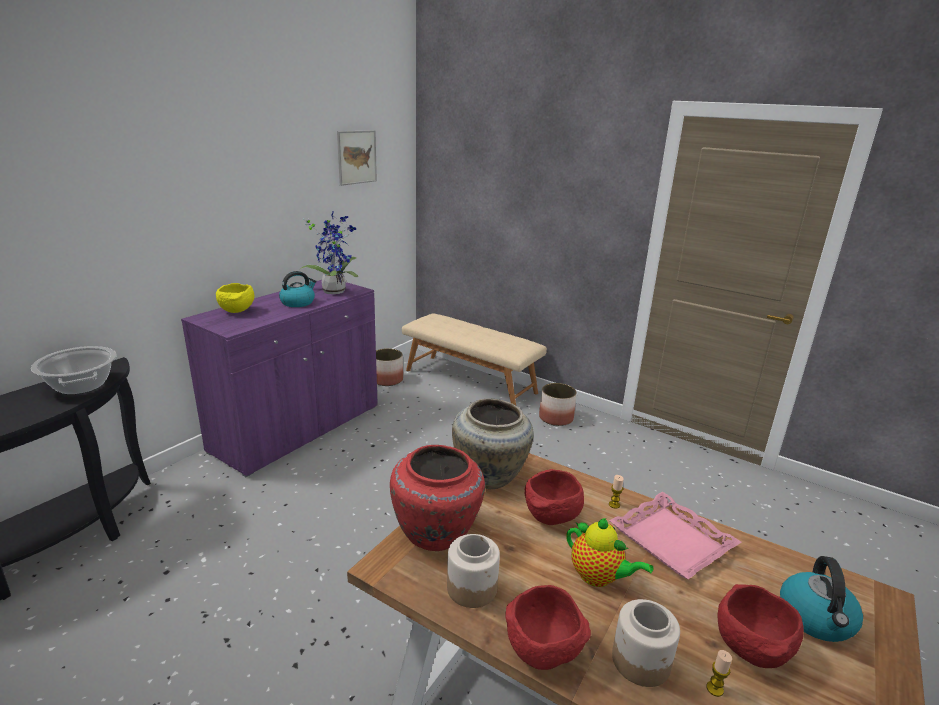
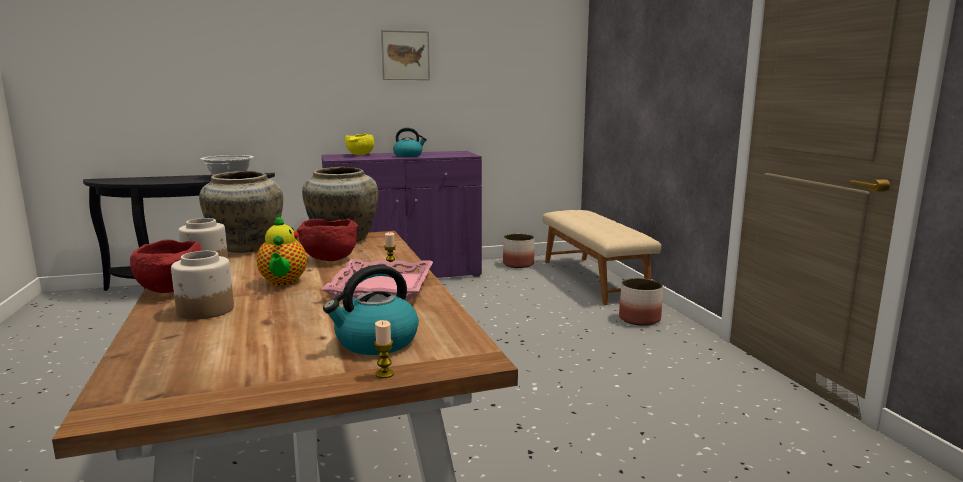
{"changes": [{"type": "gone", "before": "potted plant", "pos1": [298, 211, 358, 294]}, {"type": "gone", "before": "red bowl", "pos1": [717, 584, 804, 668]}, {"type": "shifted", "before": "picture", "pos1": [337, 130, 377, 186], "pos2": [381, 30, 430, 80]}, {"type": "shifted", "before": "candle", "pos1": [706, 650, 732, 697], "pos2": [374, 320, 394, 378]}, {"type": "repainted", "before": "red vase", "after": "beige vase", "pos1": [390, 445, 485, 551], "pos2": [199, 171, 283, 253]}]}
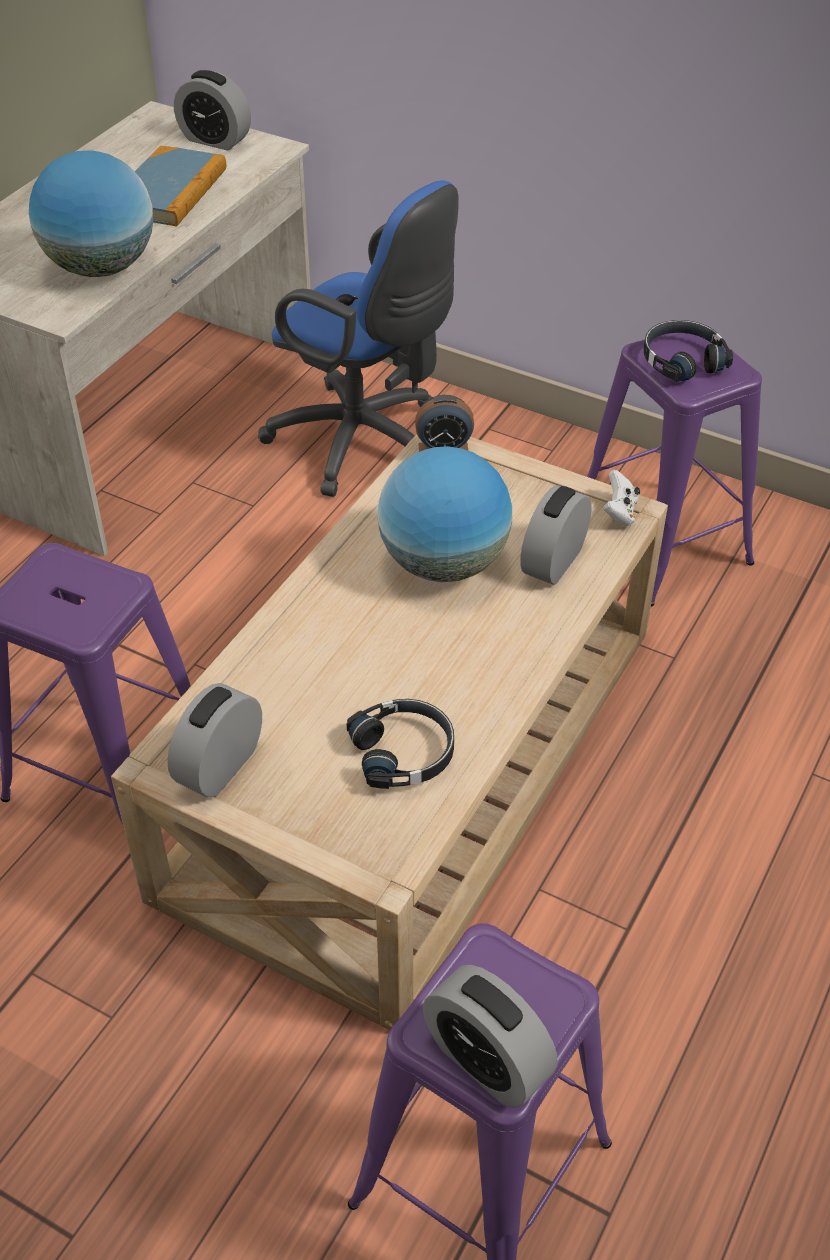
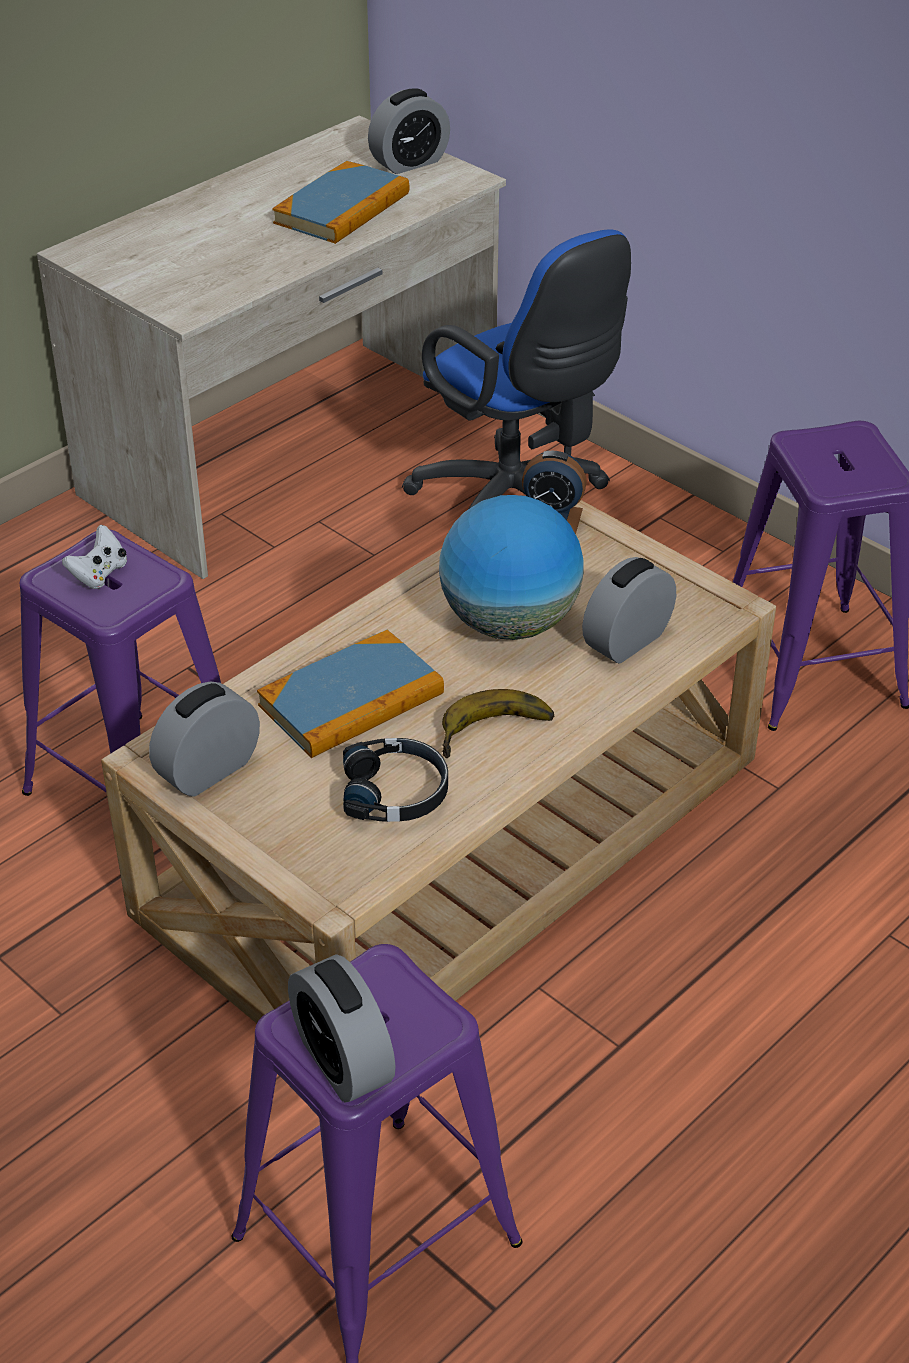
{"changes": [{"type": "gone", "before": "globe", "pos1": [29, 150, 153, 277]}, {"type": "gone", "before": "black headphones", "pos1": [643, 320, 733, 382]}, {"type": "new", "after": "book", "pos2": [257, 630, 444, 758]}, {"type": "new", "after": "banana", "pos2": [441, 689, 554, 758]}, {"type": "shifted", "before": "white game controller", "pos1": [603, 470, 640, 526], "pos2": [62, 525, 127, 589]}, {"type": "rotated", "before": "alarm clock", "pos1": [174, 70, 251, 151], "pos2": [368, 88, 450, 174], "turn": -75}]}
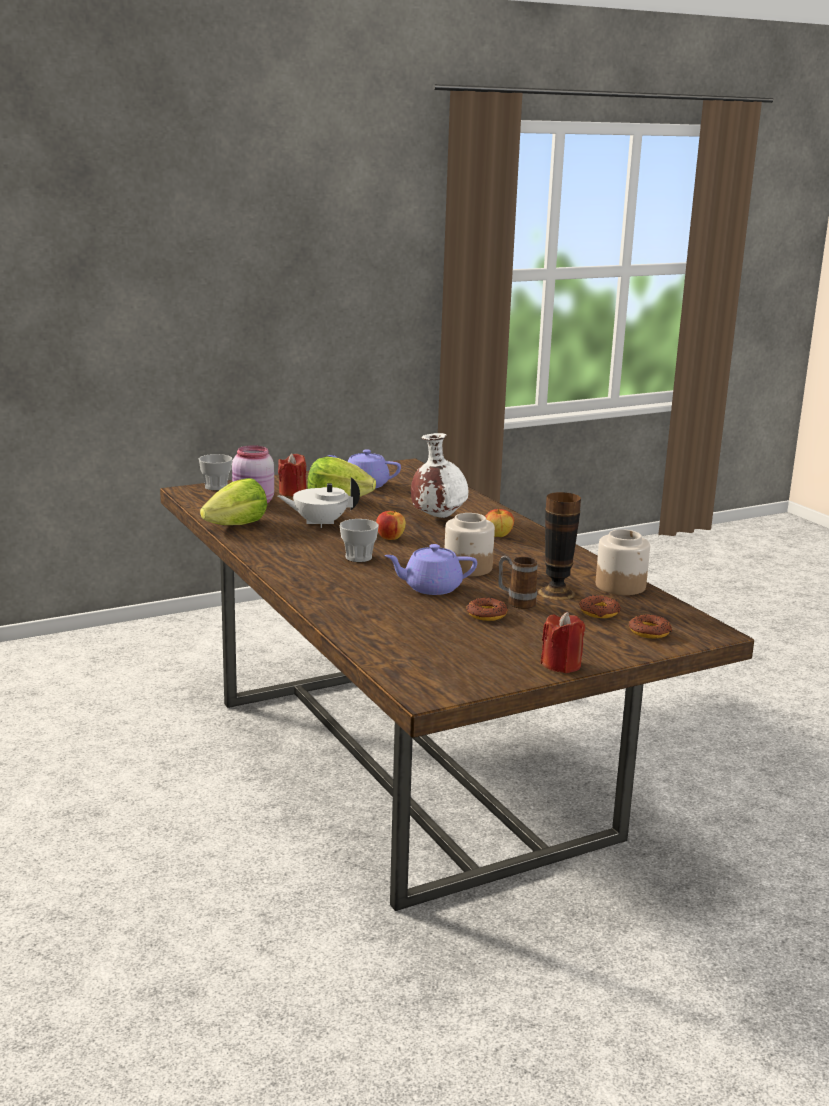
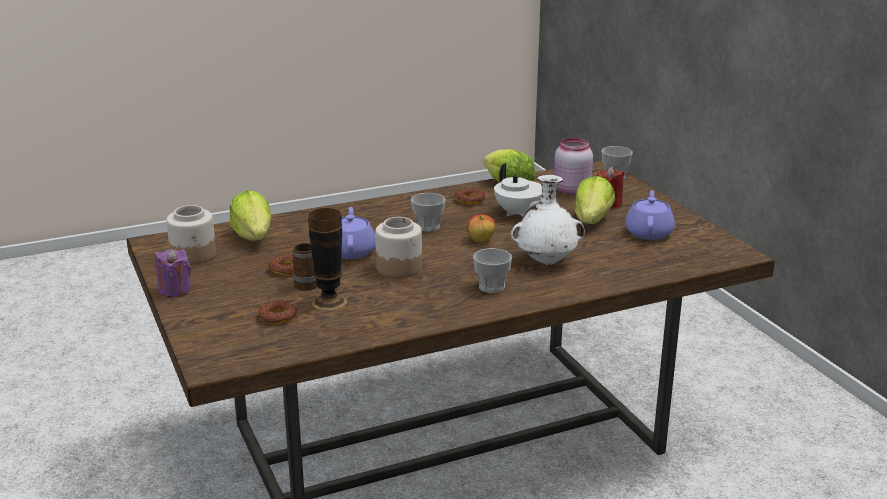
{"changes": [{"type": "new", "after": "lettuce", "pos2": [230, 191, 272, 241]}, {"type": "shifted", "before": "jar", "pos1": [596, 529, 650, 595], "pos2": [166, 205, 216, 265]}, {"type": "shifted", "before": "donut", "pos1": [629, 614, 672, 639], "pos2": [454, 188, 485, 205]}, {"type": "swapped", "before": "apple", "after": "cup", "pos1": [485, 509, 514, 537], "pos2": [473, 248, 512, 293]}, {"type": "repainted", "before": "red candle", "after": "purple candle", "pos1": [540, 612, 585, 673], "pos2": [155, 249, 191, 297]}, {"type": "rotated", "before": "white teapot", "pos1": [278, 477, 360, 528], "pos2": [494, 163, 542, 216], "turn": 150}]}
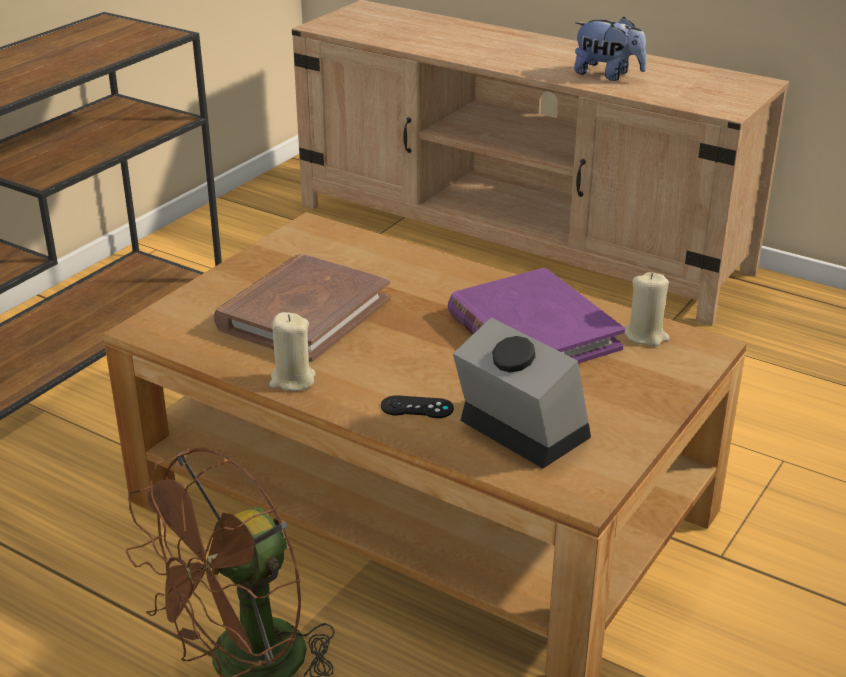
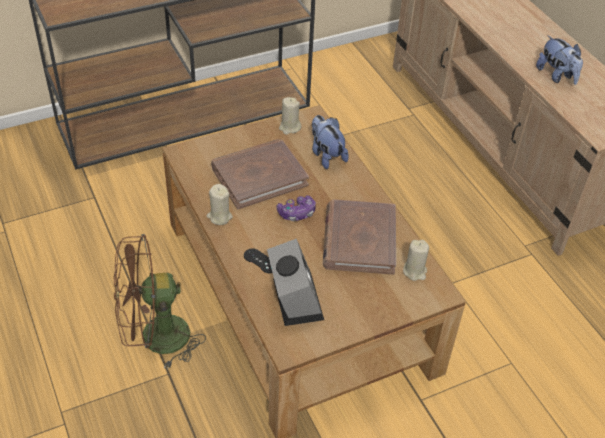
{"changes": [{"type": "new", "after": "game controller", "pos2": [277, 196, 316, 221]}, {"type": "new", "after": "beige candle", "pos2": [279, 97, 301, 135]}, {"type": "new", "after": "plush toy", "pos2": [312, 115, 349, 169]}, {"type": "repainted", "before": "purple book", "after": "brown book", "pos1": [448, 268, 625, 364], "pos2": [323, 199, 396, 275]}]}
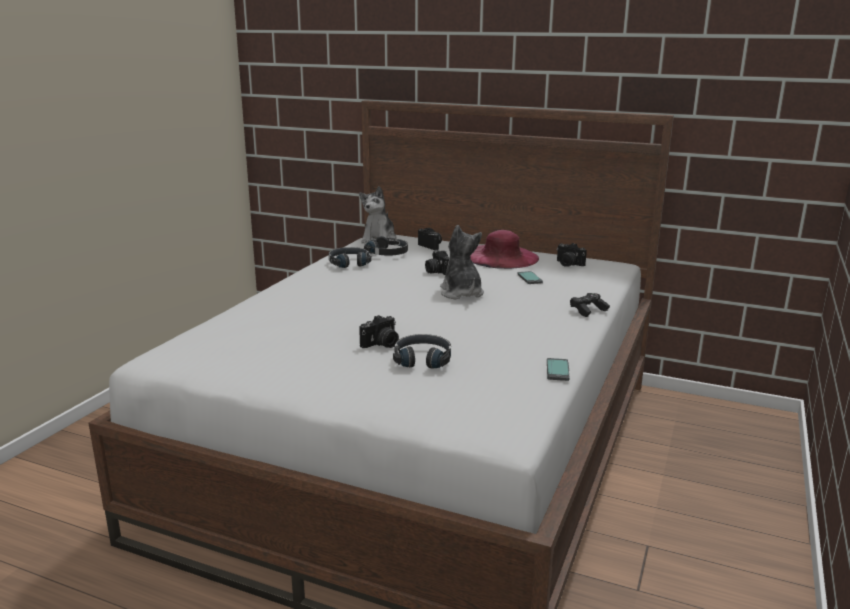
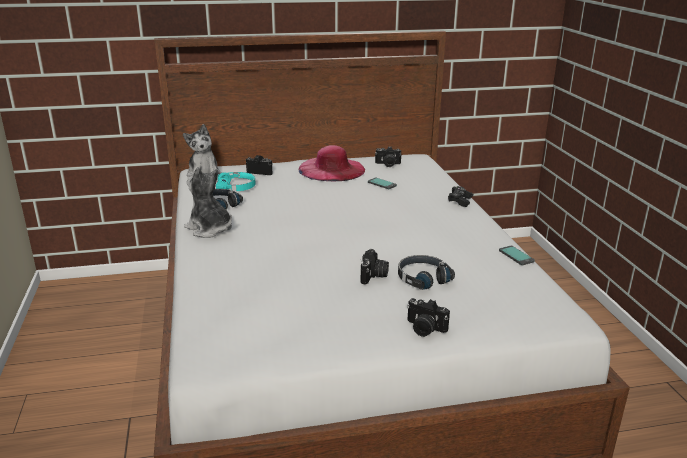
{"changes": [{"type": "shifted", "before": "photo camera", "pos1": [425, 250, 450, 275], "pos2": [407, 298, 450, 337]}, {"type": "shifted", "before": "plush toy", "pos1": [440, 225, 484, 299], "pos2": [184, 167, 232, 238]}, {"type": "repainted", "before": "black headphones", "after": "turquoise headphones", "pos1": [364, 236, 408, 256], "pos2": [216, 172, 256, 191]}]}
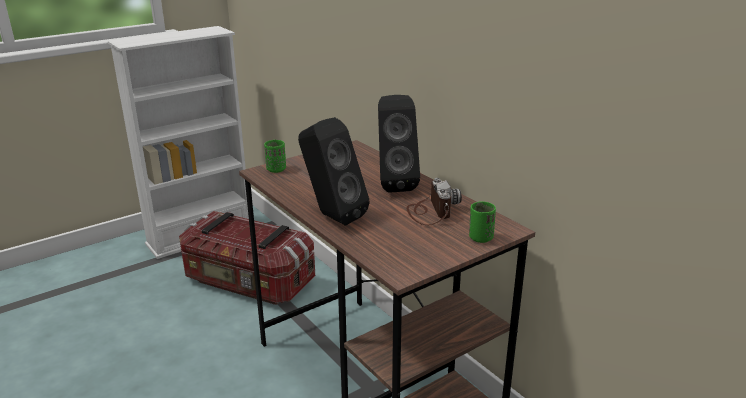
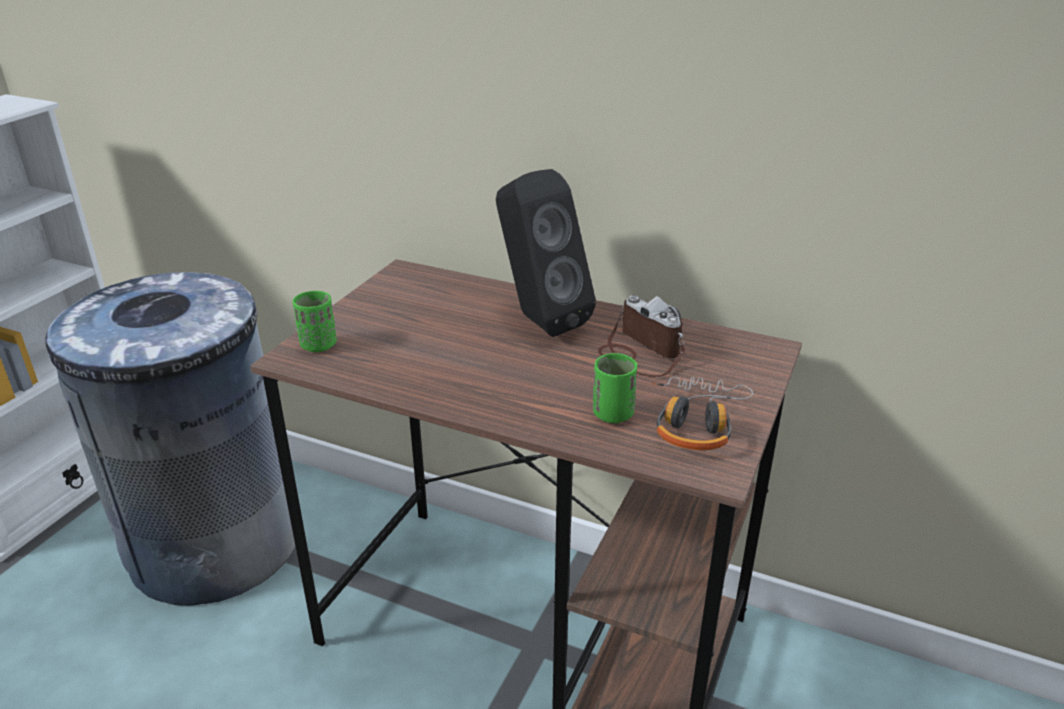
{"changes": [{"type": "gone", "before": "black speaker", "pos1": [298, 117, 370, 226]}, {"type": "new", "after": "headphones", "pos2": [652, 377, 753, 450]}, {"type": "shifted", "before": "green cup", "pos1": [469, 202, 496, 243], "pos2": [593, 353, 637, 423]}, {"type": "swapped", "before": "storage box", "after": "grey trash can", "pos1": [179, 211, 315, 305], "pos2": [45, 272, 295, 606]}]}
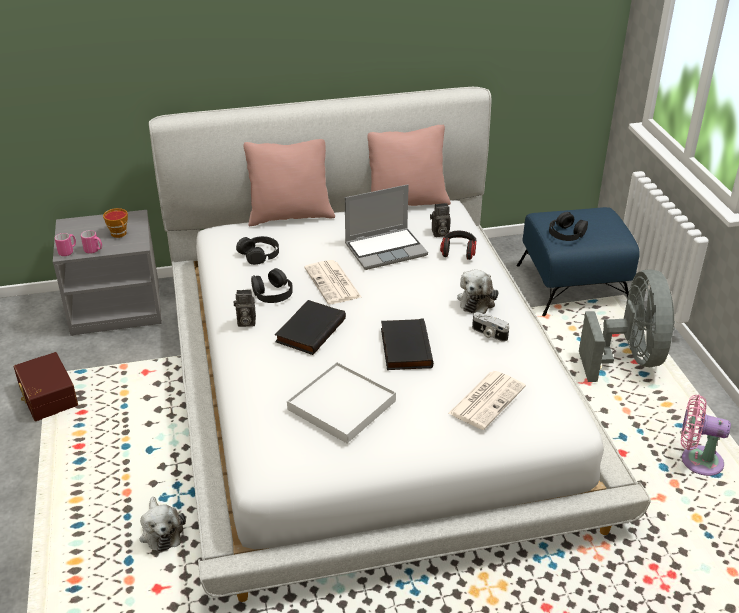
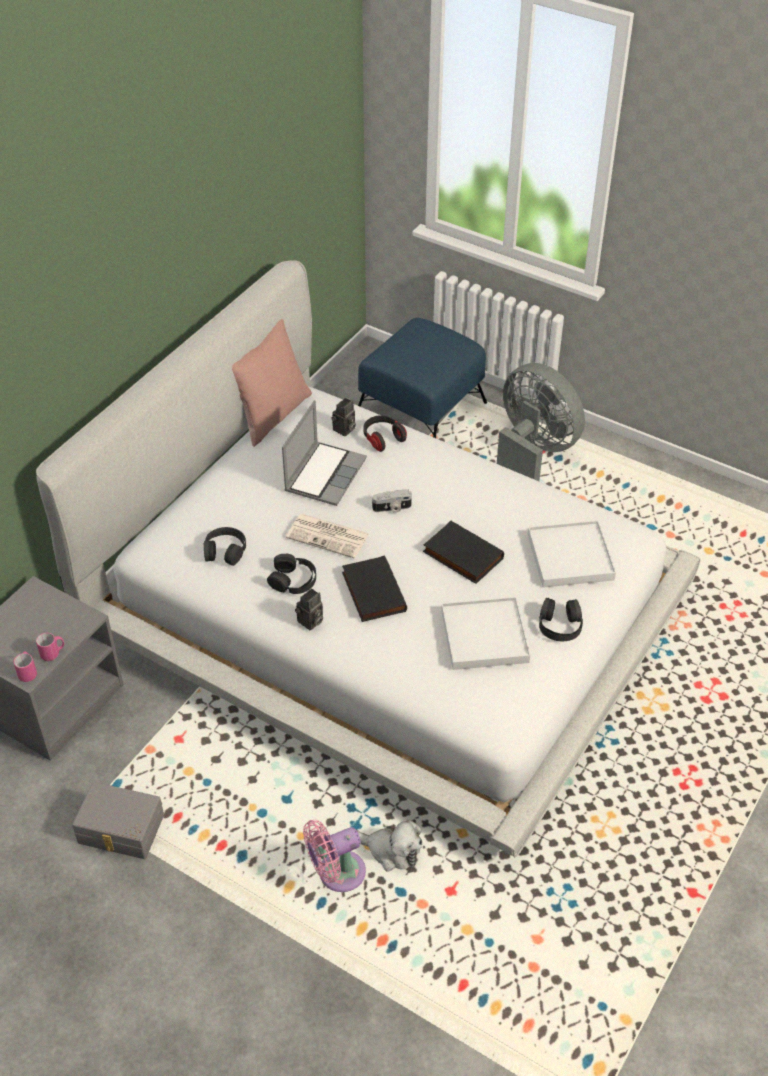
{"changes": [{"type": "gone", "before": "cup", "pos1": [103, 208, 128, 238]}, {"type": "gone", "before": "pink pillow", "pos1": [244, 139, 335, 226]}, {"type": "gone", "before": "plush toy", "pos1": [457, 270, 499, 314]}, {"type": "shifted", "before": "photo camera", "pos1": [472, 312, 509, 342], "pos2": [372, 489, 412, 513]}, {"type": "shifted", "before": "black headphones", "pos1": [549, 212, 588, 241], "pos2": [539, 598, 583, 641]}, {"type": "shifted", "before": "pink fan", "pos1": [681, 395, 731, 476], "pos2": [303, 820, 366, 892]}, {"type": "swapped", "before": "newspaper", "after": "white tray", "pos1": [448, 371, 526, 430], "pos2": [528, 520, 616, 588]}, {"type": "repainted", "before": "brown storage box", "after": "grey storage box", "pos1": [14, 352, 78, 421], "pos2": [72, 782, 164, 859]}]}
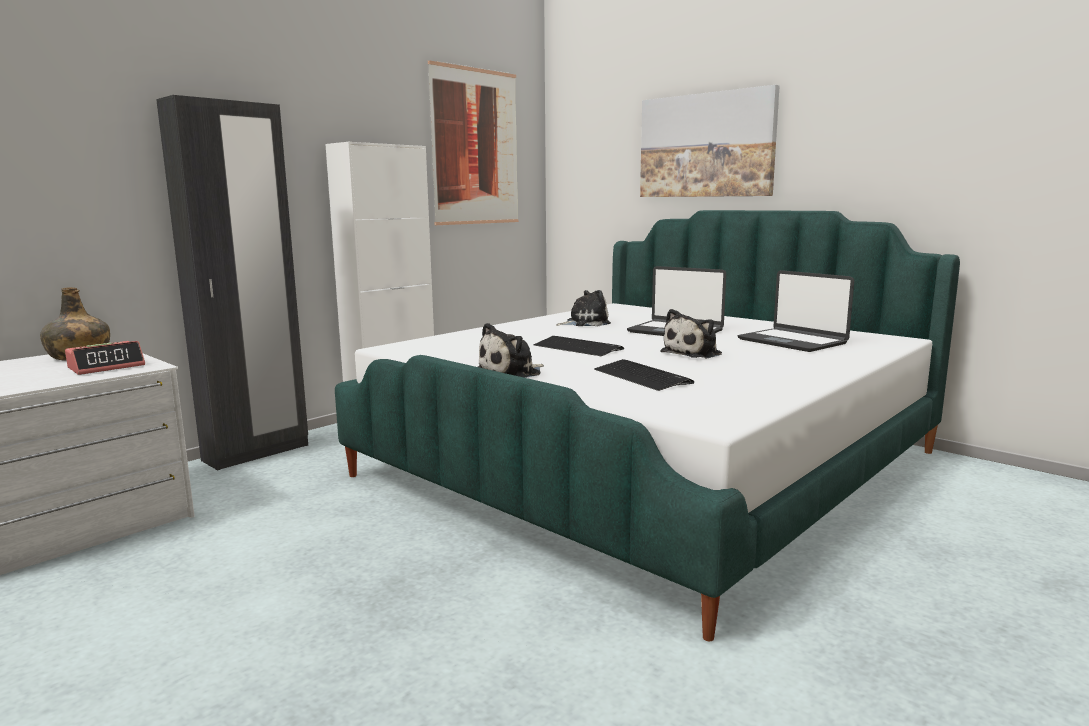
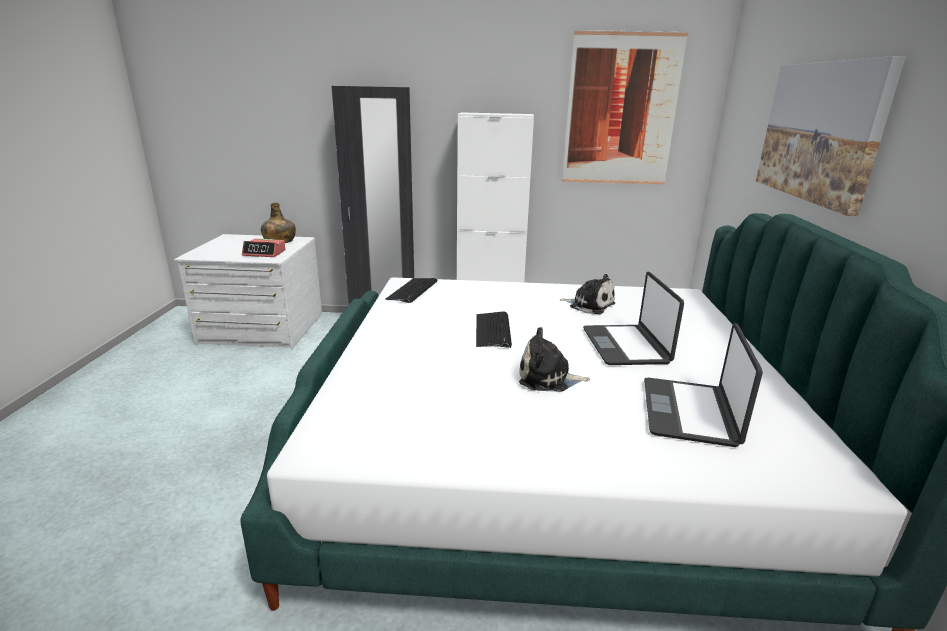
{"changes": [{"type": "gone", "before": "plush toy", "pos1": [478, 323, 544, 378]}, {"type": "shifted", "before": "keyboard", "pos1": [594, 359, 694, 391], "pos2": [385, 278, 438, 303]}]}
